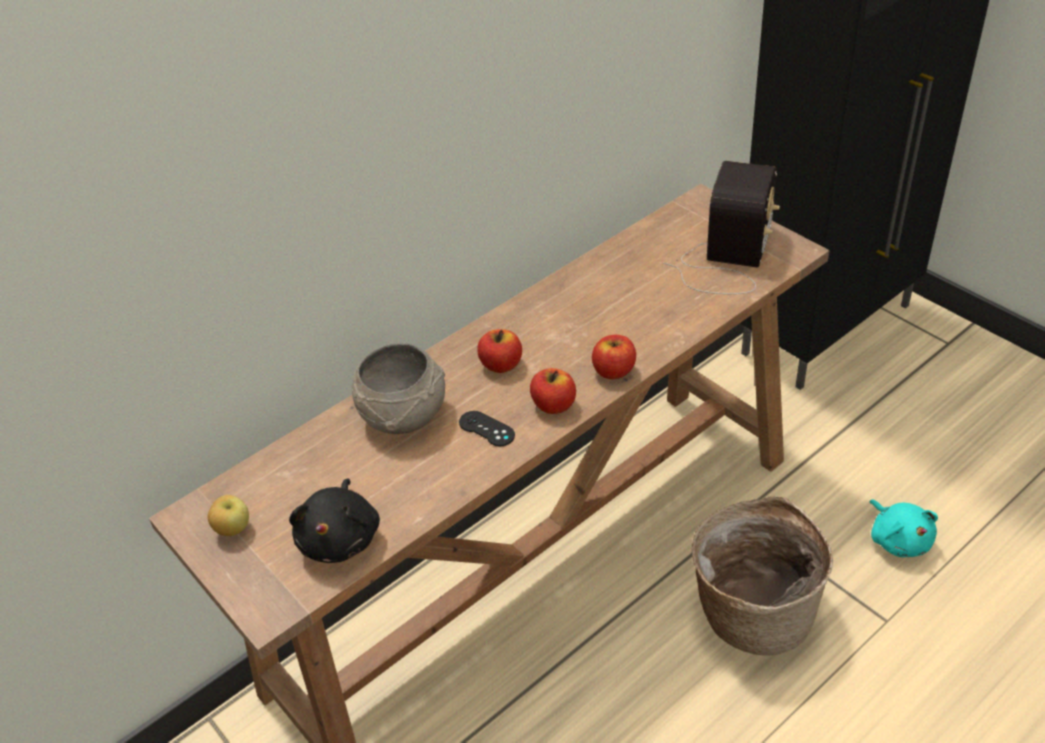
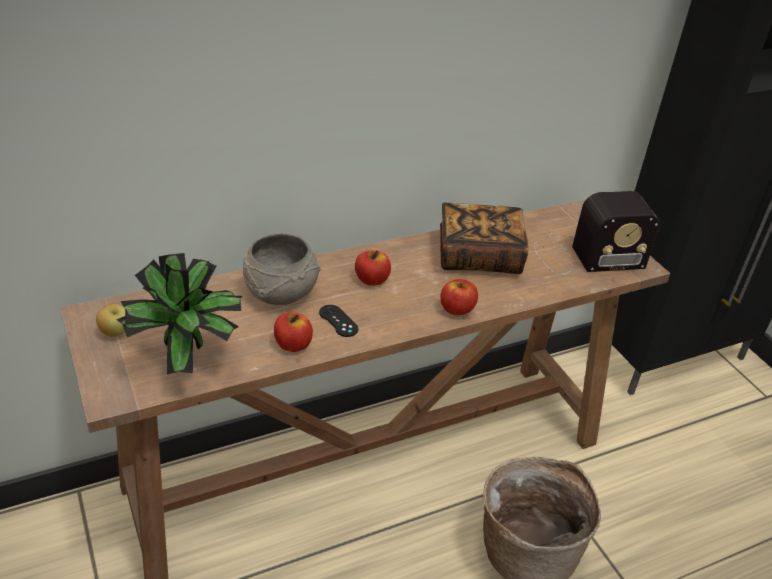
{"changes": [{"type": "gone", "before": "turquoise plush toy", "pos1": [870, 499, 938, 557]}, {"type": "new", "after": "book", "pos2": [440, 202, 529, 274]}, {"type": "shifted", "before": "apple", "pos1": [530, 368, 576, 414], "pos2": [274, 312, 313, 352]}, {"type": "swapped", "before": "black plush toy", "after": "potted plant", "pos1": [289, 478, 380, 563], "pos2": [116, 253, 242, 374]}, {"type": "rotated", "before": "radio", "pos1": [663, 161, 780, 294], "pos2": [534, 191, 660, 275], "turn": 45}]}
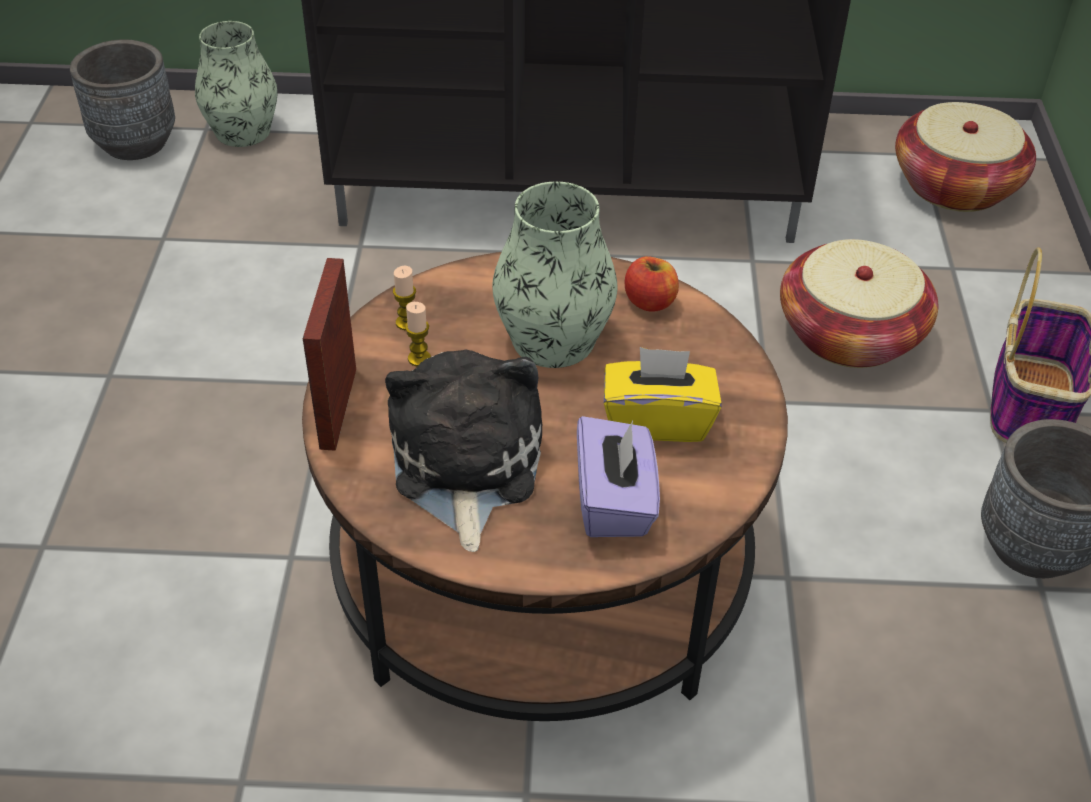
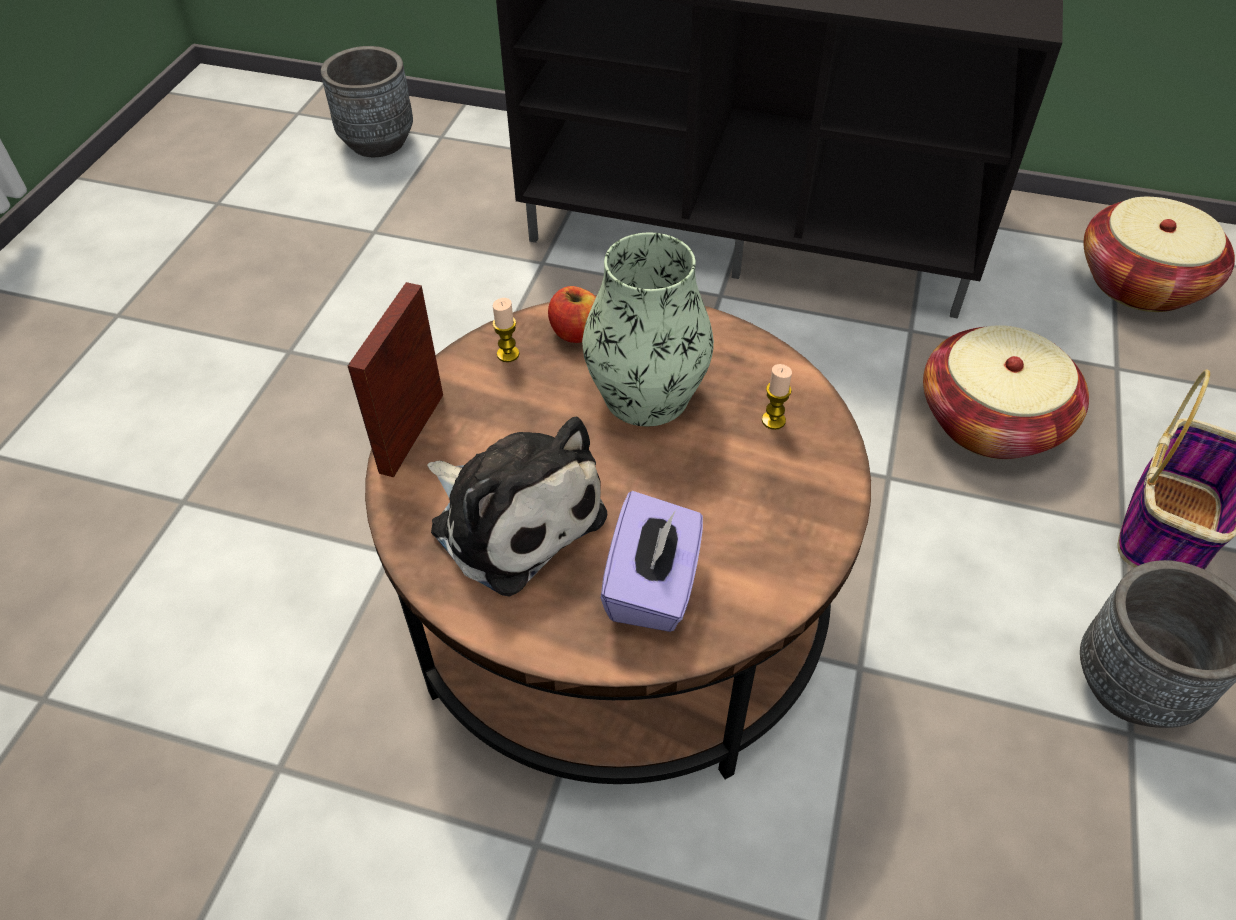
{"changes": [{"type": "gone", "before": "vase", "pos1": [195, 21, 278, 147]}, {"type": "gone", "before": "yellow tissue box", "pos1": [604, 347, 722, 442]}, {"type": "shifted", "before": "candle", "pos1": [405, 302, 431, 366], "pos2": [762, 364, 792, 430]}, {"type": "shifted", "before": "apple", "pos1": [625, 256, 679, 312], "pos2": [548, 286, 596, 343]}, {"type": "rotated", "before": "plush toy", "pos1": [385, 350, 542, 552], "pos2": [427, 416, 607, 597], "turn": 120}]}
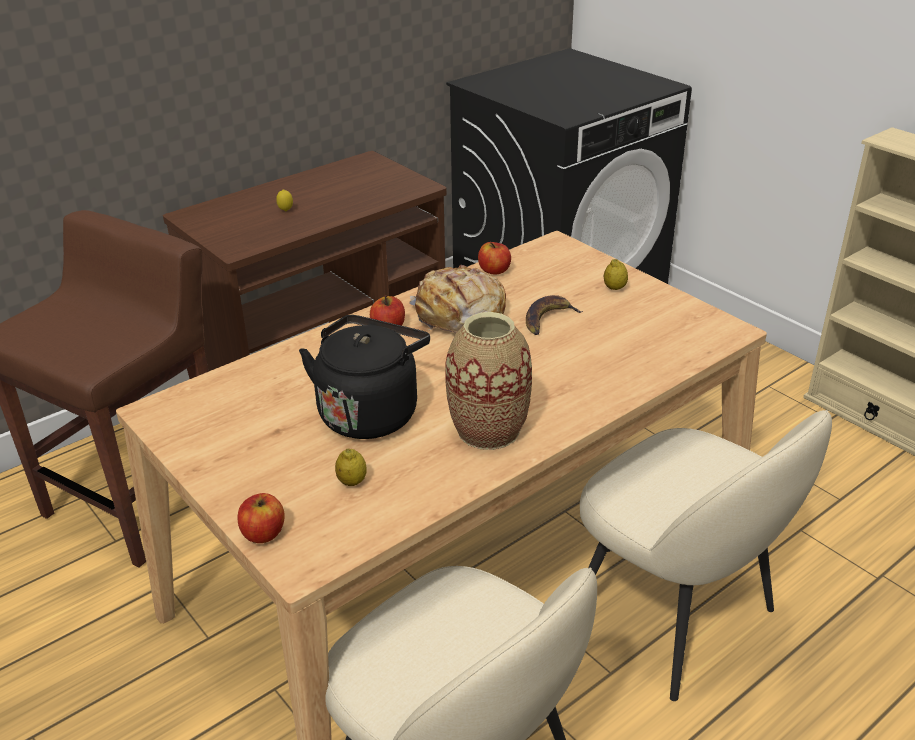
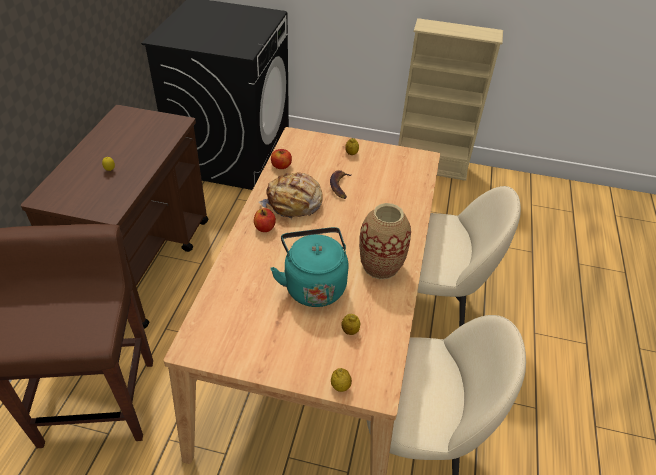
{"changes": [{"type": "swapped", "before": "apple", "after": "lemon", "pos1": [238, 493, 285, 543], "pos2": [331, 368, 352, 392]}, {"type": "repainted", "before": "black kettle", "after": "turquoise kettle", "pos1": [299, 315, 430, 439], "pos2": [270, 227, 348, 307]}]}
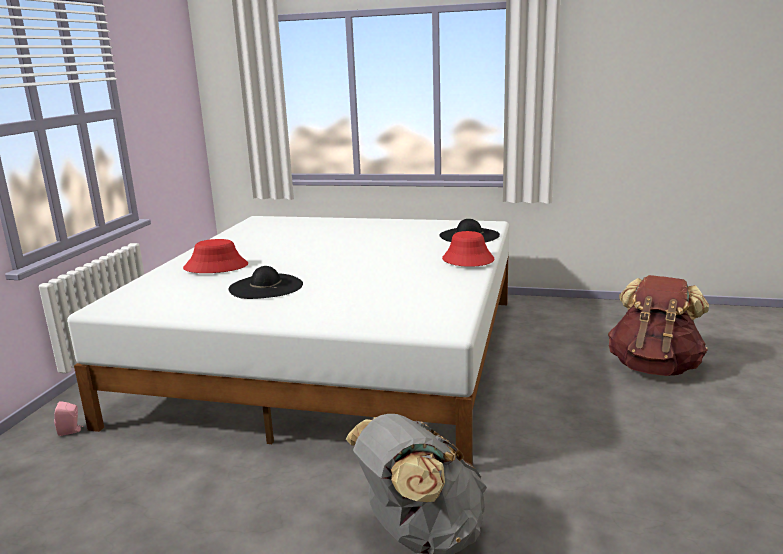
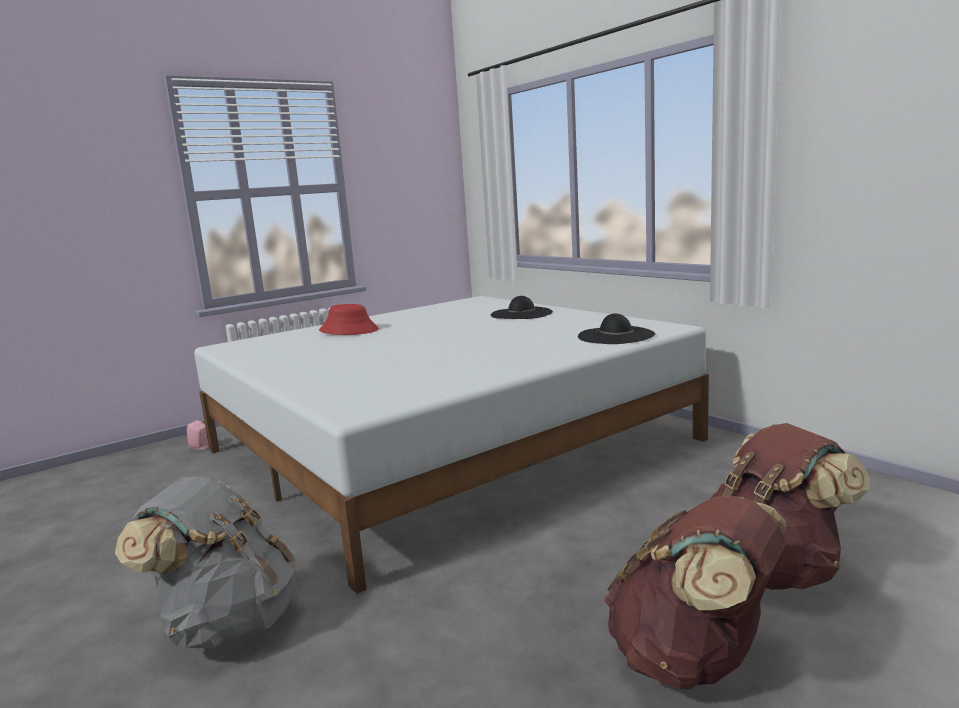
{"changes": [{"type": "gone", "before": "red hat", "pos1": [442, 231, 494, 267]}, {"type": "new", "after": "brown backpack", "pos2": [603, 496, 787, 690]}, {"type": "shifted", "before": "black hat", "pos1": [229, 266, 303, 299], "pos2": [491, 296, 553, 319]}]}
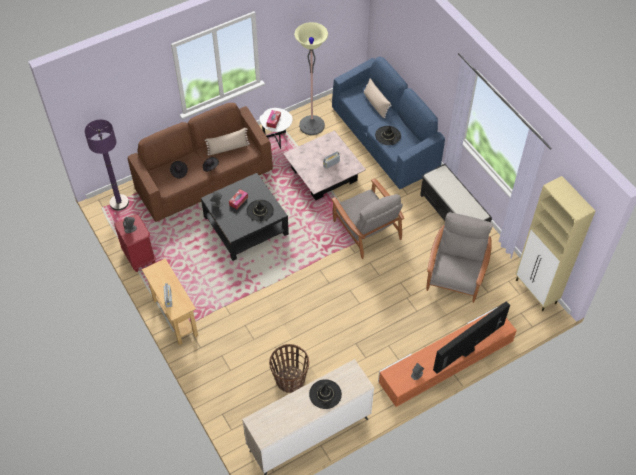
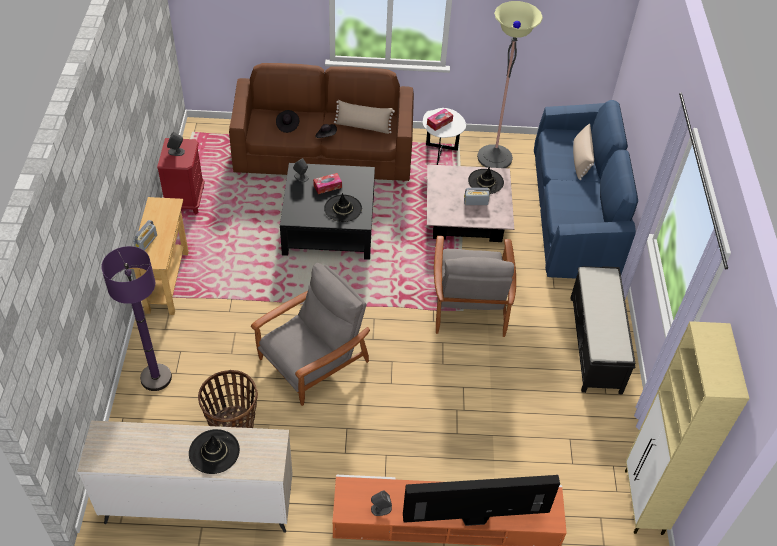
{"changes": [{"type": "shifted", "before": "purple floor lamp", "pos1": [84, 119, 129, 210], "pos2": [101, 246, 172, 391]}, {"type": "shifted", "before": "black hat", "pos1": [375, 126, 401, 145], "pos2": [468, 167, 504, 194]}, {"type": "shifted", "before": "grey armchair", "pos1": [426, 212, 493, 303], "pos2": [251, 263, 370, 406]}]}
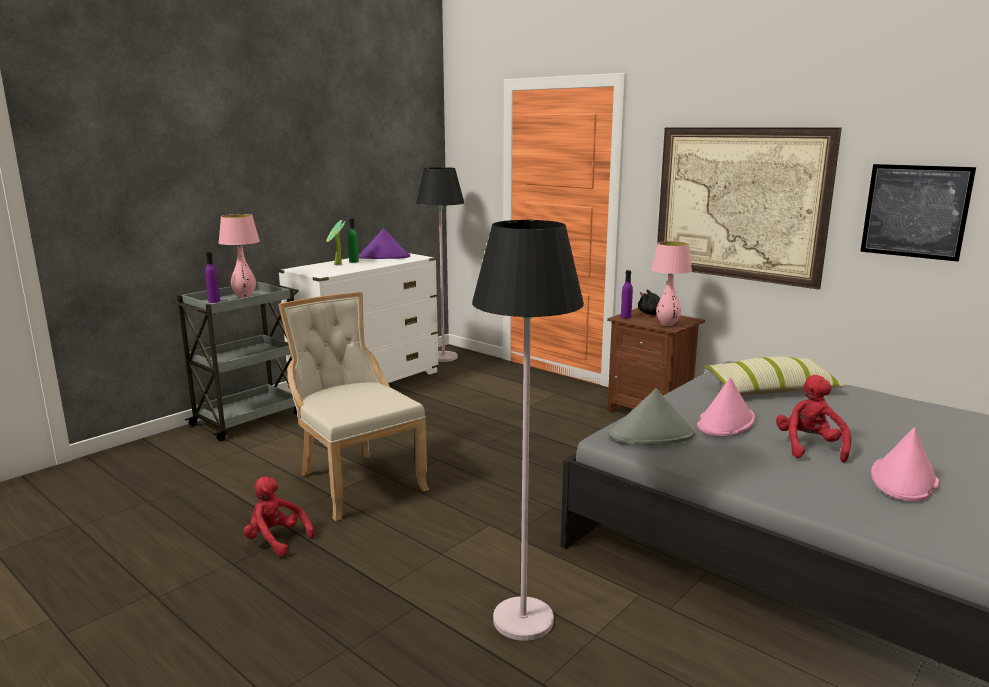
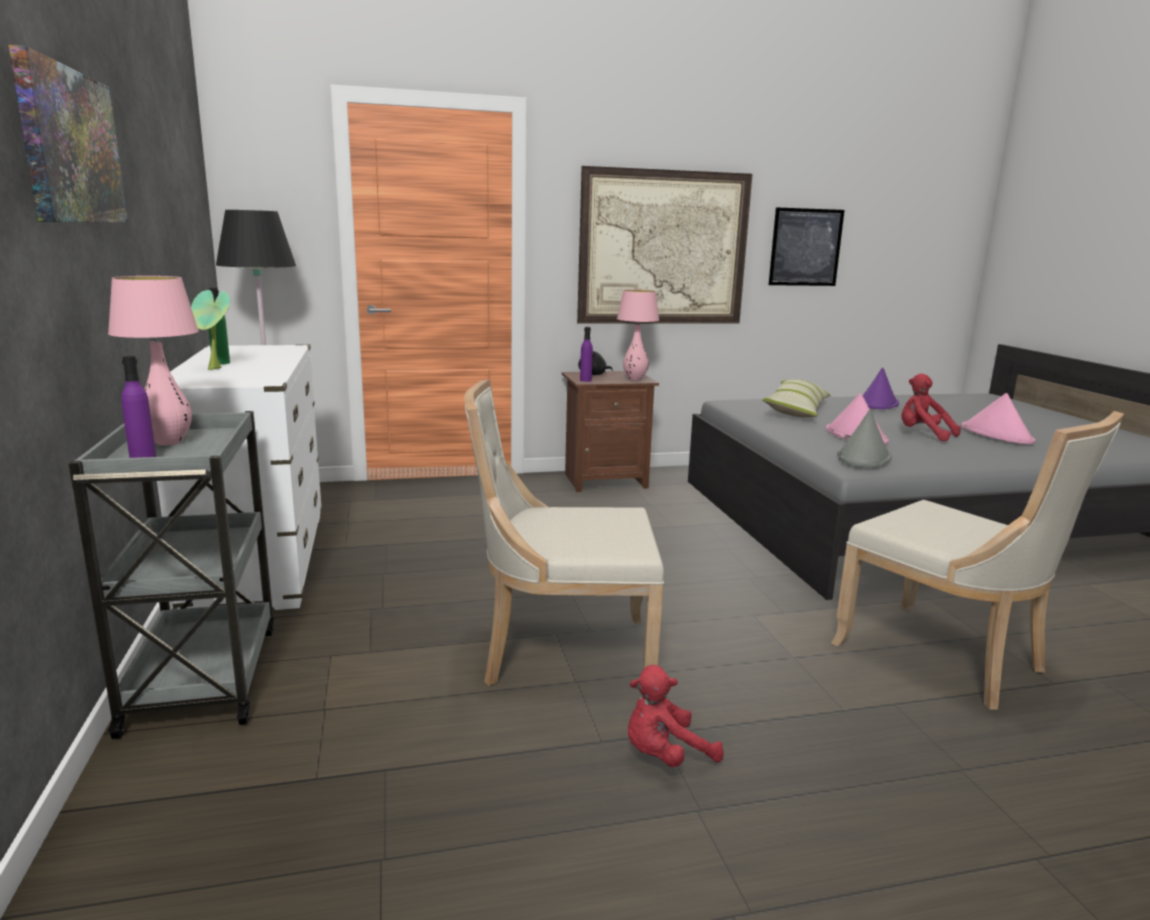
{"changes": [{"type": "new", "after": "picture", "pos2": [8, 45, 128, 222]}, {"type": "shifted", "before": "purple hat", "pos1": [358, 228, 410, 259], "pos2": [863, 367, 899, 409]}, {"type": "swapped", "before": "black floor lamp", "after": "beige chair", "pos1": [472, 220, 584, 641], "pos2": [831, 411, 1124, 710]}]}
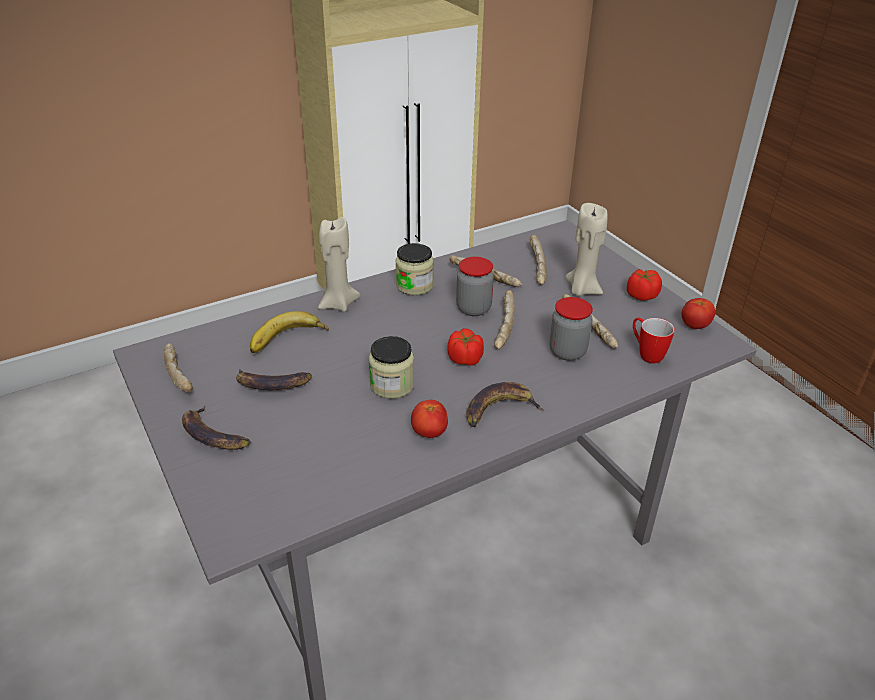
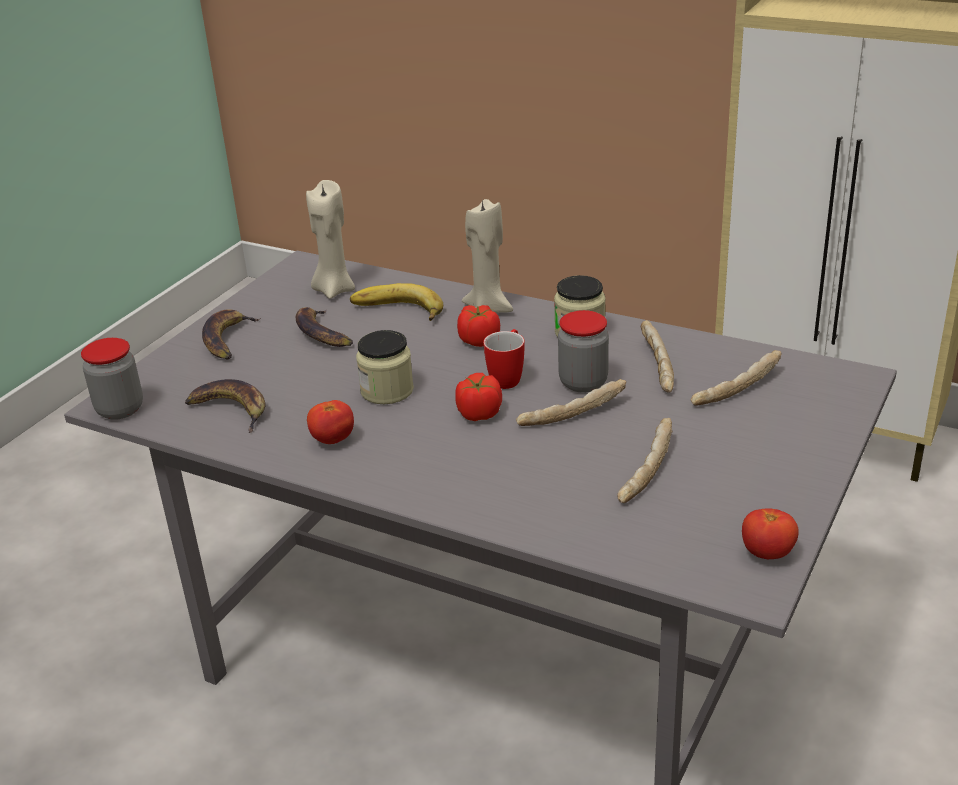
{"changes": [{"type": "gone", "before": "bread", "pos1": [164, 343, 193, 393]}, {"type": "shifted", "before": "banana", "pos1": [466, 382, 544, 427], "pos2": [185, 379, 266, 433]}, {"type": "shifted", "before": "jar", "pos1": [550, 297, 593, 361], "pos2": [81, 338, 143, 420]}, {"type": "shifted", "before": "beige candle", "pos1": [565, 203, 608, 296], "pos2": [306, 180, 355, 299]}, {"type": "shifted", "before": "tomato", "pos1": [627, 269, 662, 301], "pos2": [457, 305, 500, 347]}, {"type": "shifted", "before": "mug", "pos1": [633, 318, 675, 363], "pos2": [483, 329, 525, 389]}]}
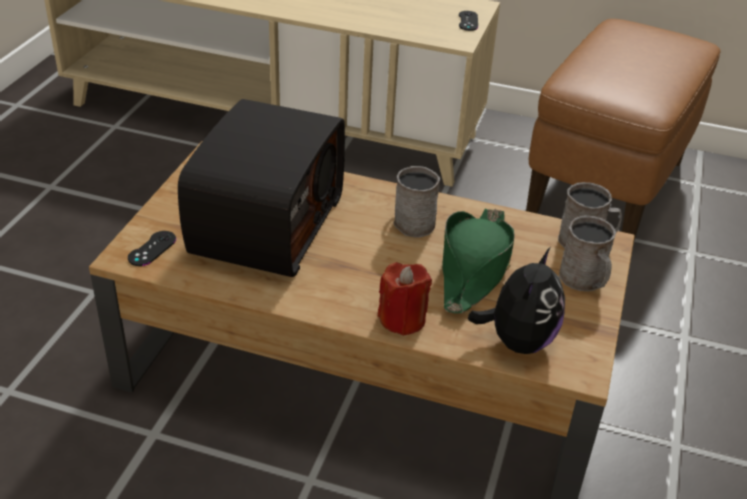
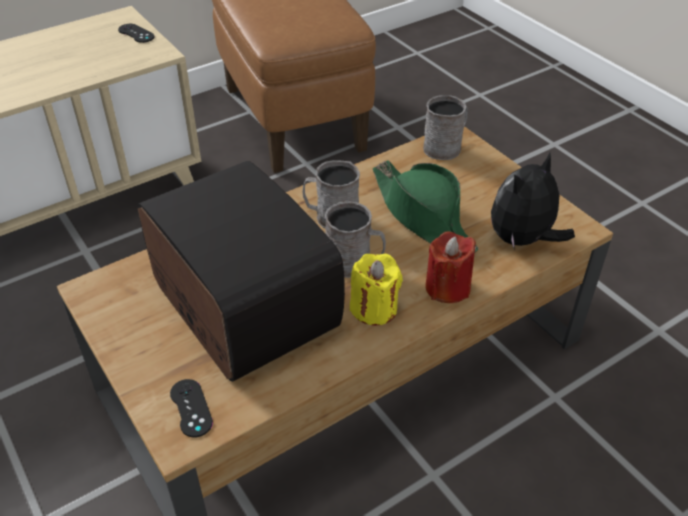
{"changes": [{"type": "new", "after": "yellow candle", "pos2": [350, 254, 403, 326]}, {"type": "shifted", "before": "grey mug", "pos1": [559, 215, 616, 291], "pos2": [325, 201, 386, 278]}, {"type": "rotated", "before": "plush toy", "pos1": [467, 247, 565, 354], "pos2": [491, 153, 575, 248], "turn": -105}]}
